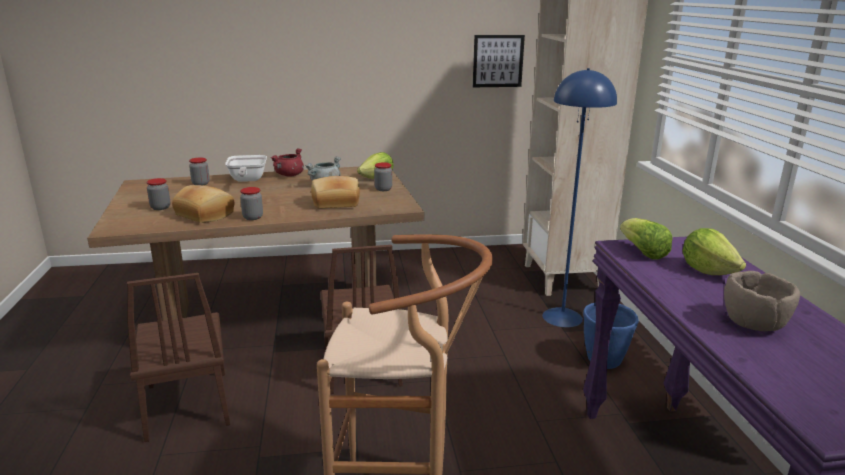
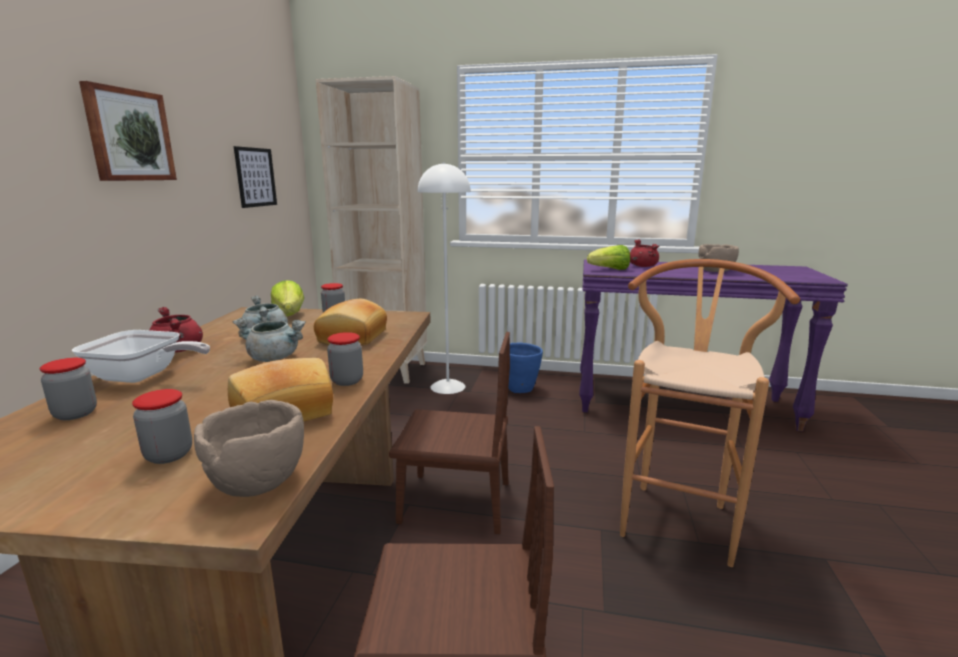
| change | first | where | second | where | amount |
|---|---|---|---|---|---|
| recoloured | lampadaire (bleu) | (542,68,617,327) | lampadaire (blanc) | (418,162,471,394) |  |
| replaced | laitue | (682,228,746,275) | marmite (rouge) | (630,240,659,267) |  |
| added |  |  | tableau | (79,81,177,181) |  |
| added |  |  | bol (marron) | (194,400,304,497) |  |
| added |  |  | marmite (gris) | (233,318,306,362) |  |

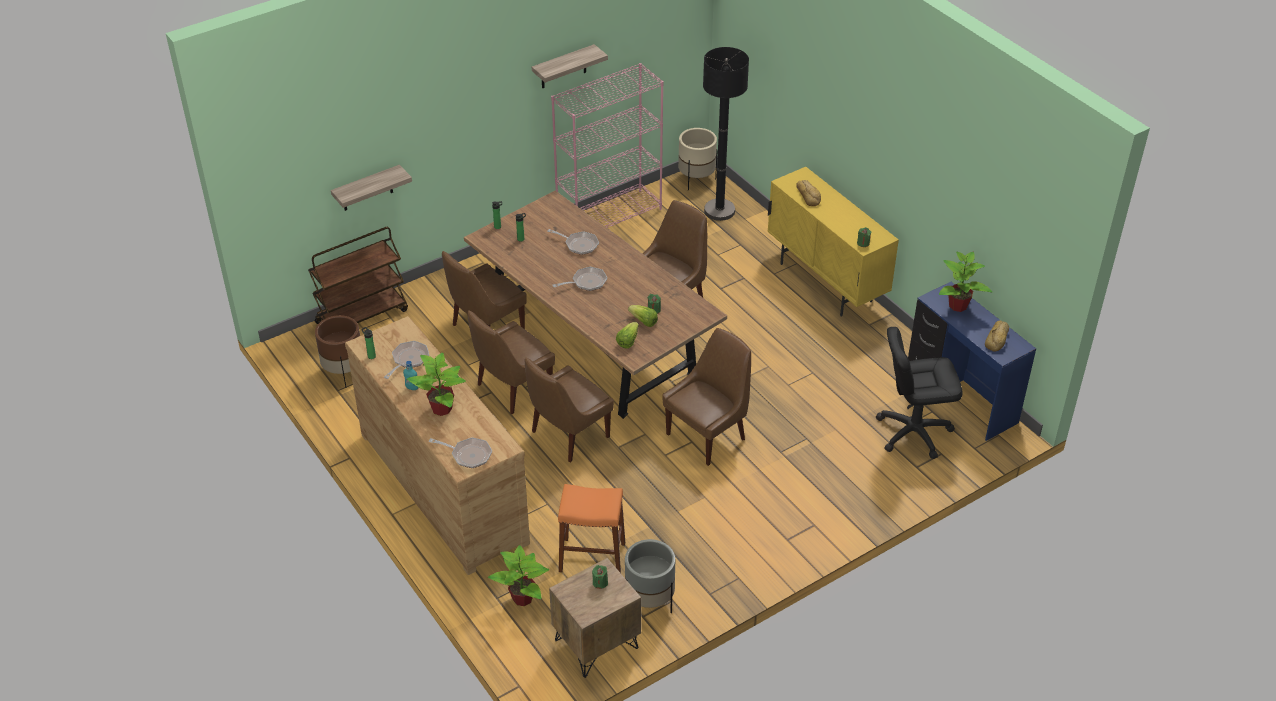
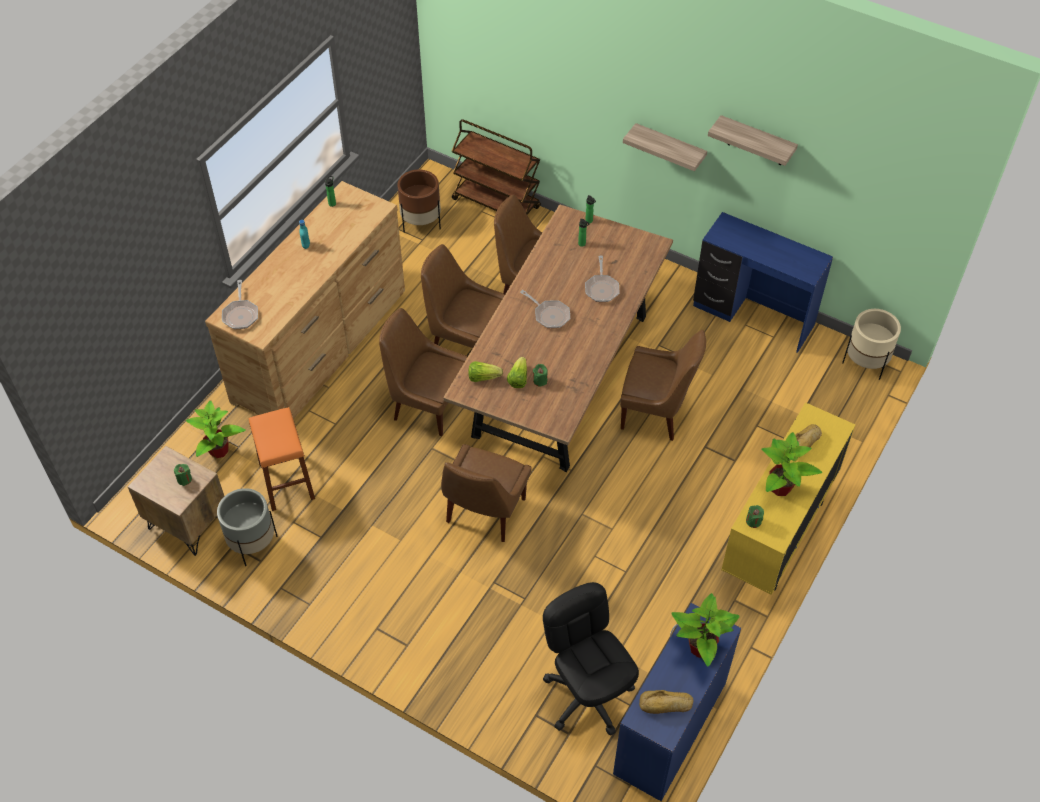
| change | first | where | second | where | amount |
|---|---|---|---|---|---|
| moved | étagère | (331,165,412,211) |  | (623,123,707,171) |  |
| removed | poêle | (384,341,429,379) |  |  |  |
| moved | plante en pot | (407,353,466,416) |  | (761,432,822,496) |  |
| replaced | bibliothèque (rose) | (551,63,664,228) | bureau (bleu) | (693,212,833,353) |  |
| turned | chaise (marron) | (662,328,751,466) |  | (441,444,531,542) | 90 degrees clockwise |
| removed | lampadaire (noir) | (703,47,749,221) |  |  |  |

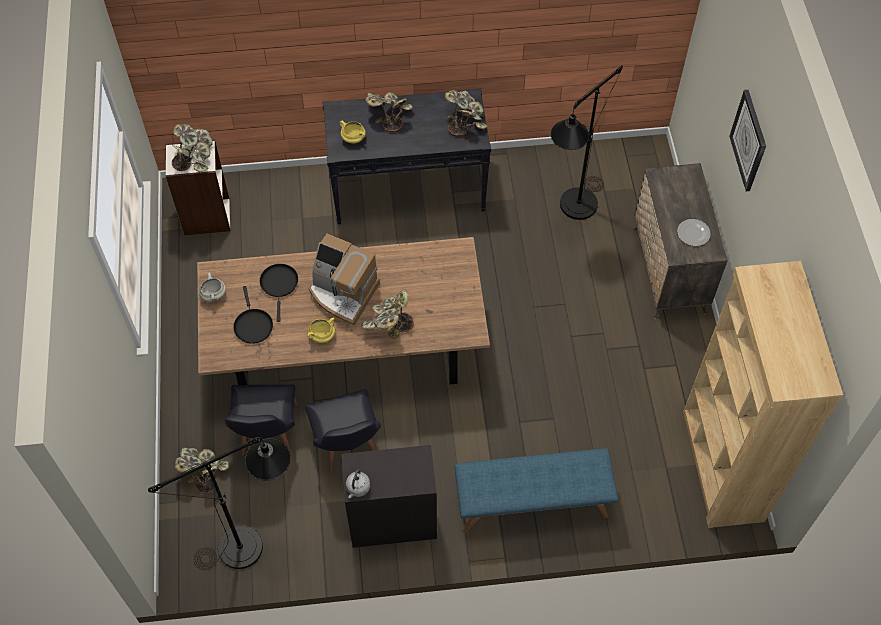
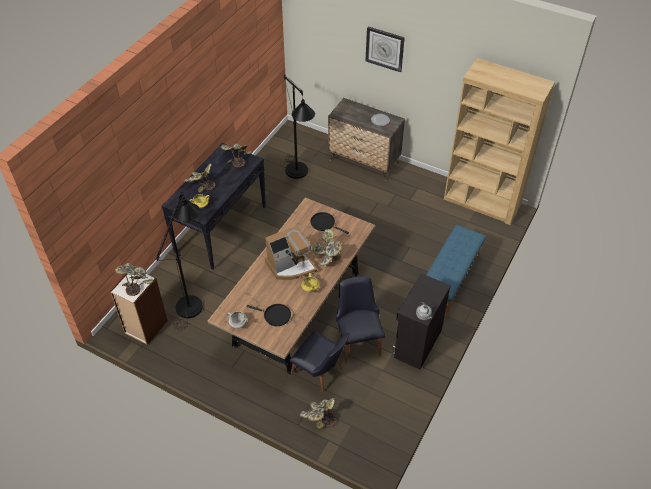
| change | first | where | second | where | amount |
|---|---|---|---|---|---|
| moved | lampadaire (noir) | (148,437,291,570) |  | (156,191,203,330) |  |
| moved | poêle (noir) | (260,264,298,322) |  | (310,212,349,234) |  |
| turned | chaise (noir) | (305,389,381,472) |  | (336,276,385,363) | 120 degrees counterclockwise |

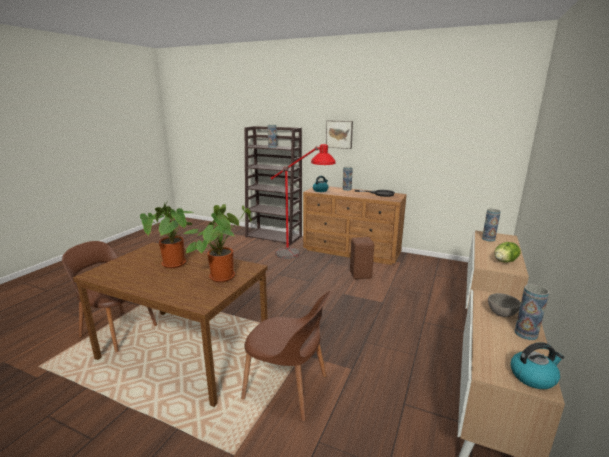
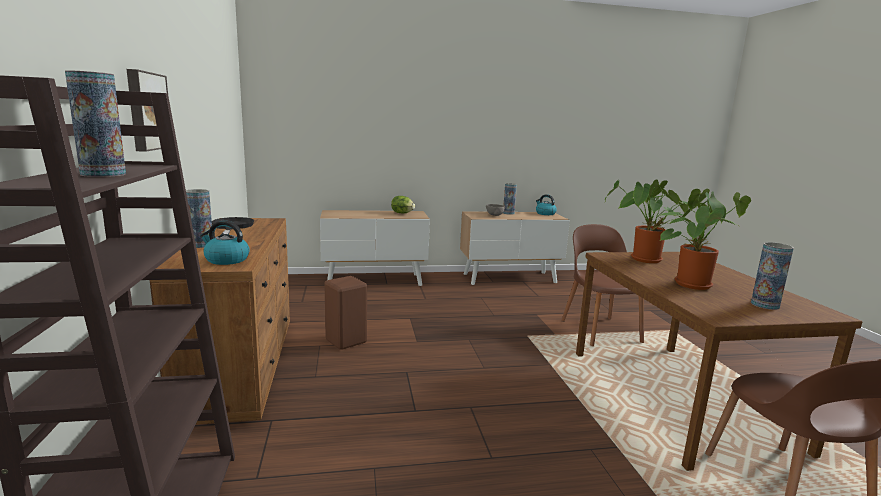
| change | first | where | second | where | amount |
|---|---|---|---|---|---|
| removed | lampadaire (rouge) | (271,144,336,259) |  |  |  |
| moved | vase | (482,209,501,242) |  | (751,242,794,310) |  |

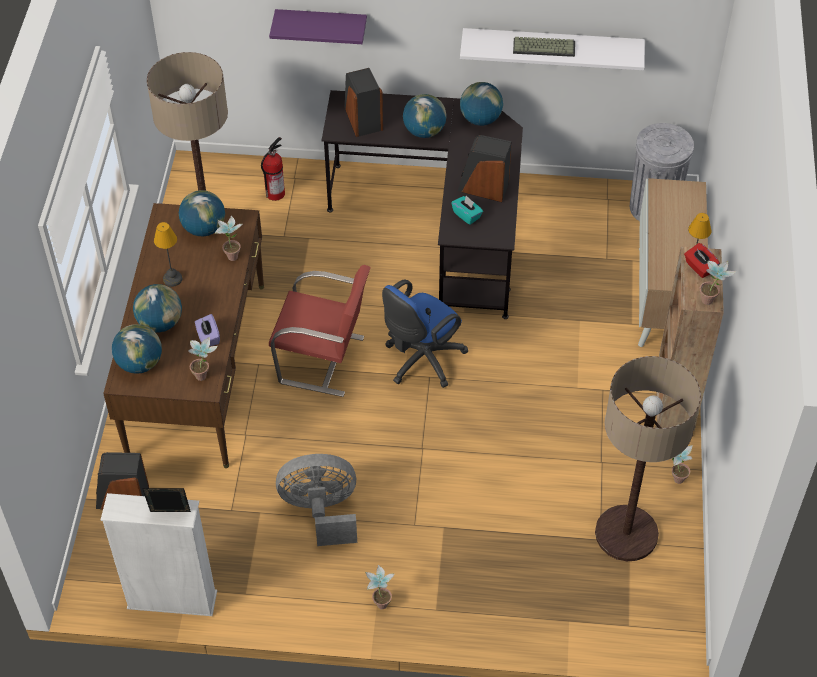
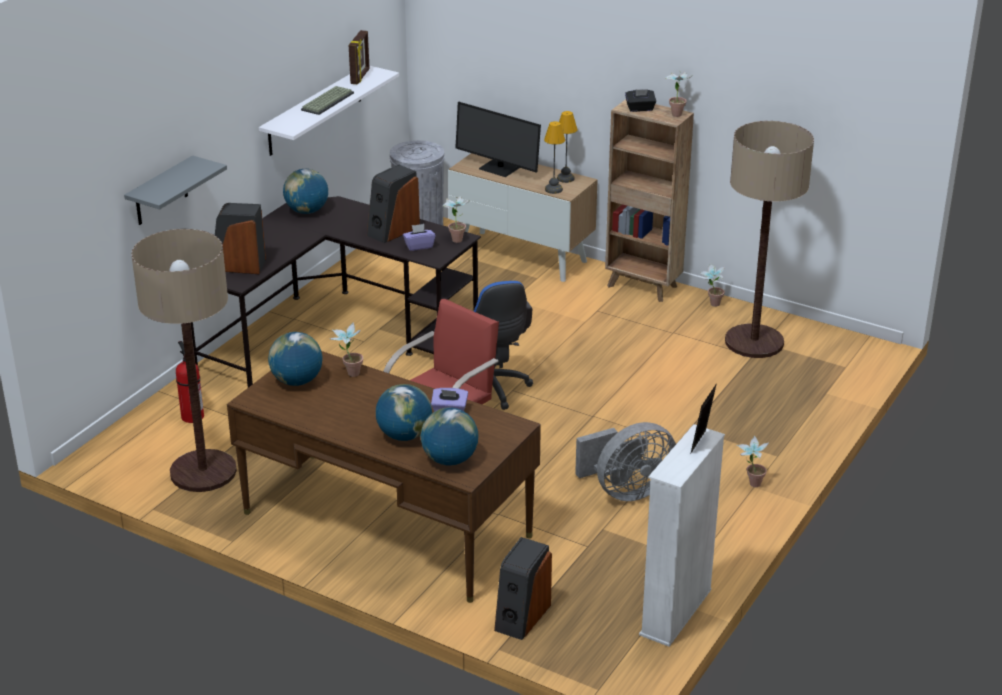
| change | first | where | second | where | amount |
|---|---|---|---|---|---|
| moved | lampe de table | (154,222,183,287) |  | (544,121,565,194) |  |
| moved | plante en pot | (188,337,218,381) |  | (442,196,470,243) |  |
| recoloured | étagère (violet) | (269,9,367,44) | étagère (gris) | (124,155,227,225) |  |
| turned | ventilateur (gris) | (276,454,357,546) |  | (575,422,676,501) | 135 degrees counterclockwise |
| removed | globe | (403,94,446,138) |  |  |  |
| recoloured | boîte à mouchoirs (turquoise) | (451,196,483,225) | boîte à mouchoirs (violet) | (403,224,436,251) |  |
| recoloured | boîte à mouchoirs (rouge) | (684,243,720,278) | boîte à mouchoirs (noir) | (625,89,656,112) |  |
| added |  |  | cadre photo | (349,30,370,85) |  |
| added |  |  | écran d'ordinateur | (455,102,541,177) |  |

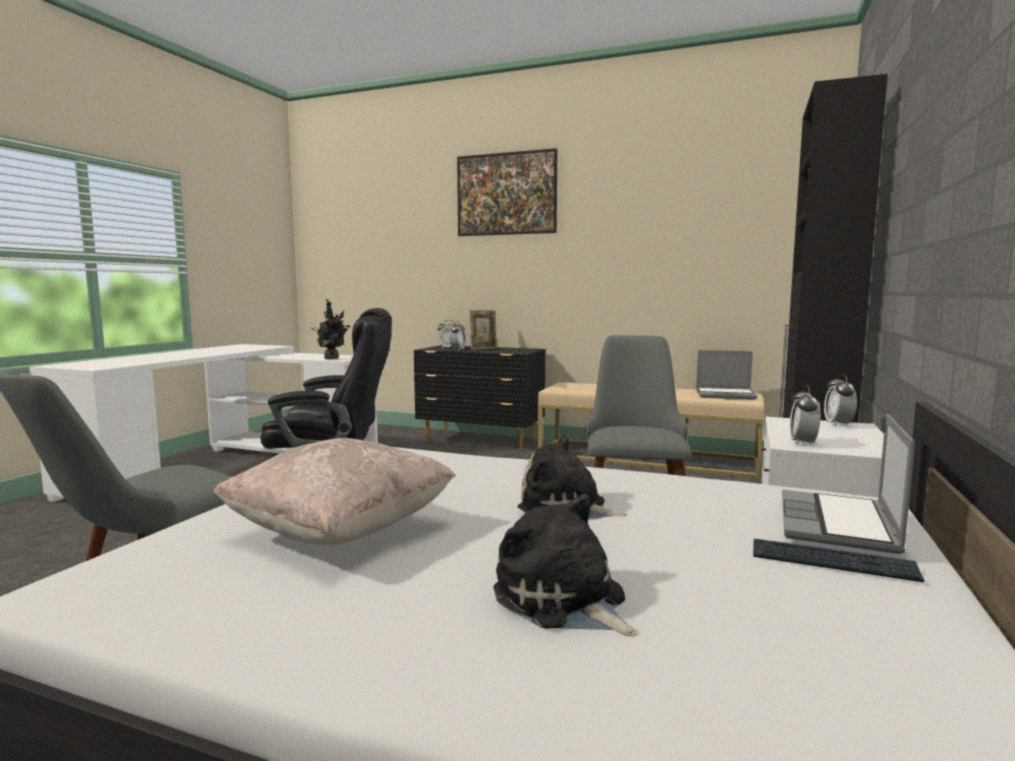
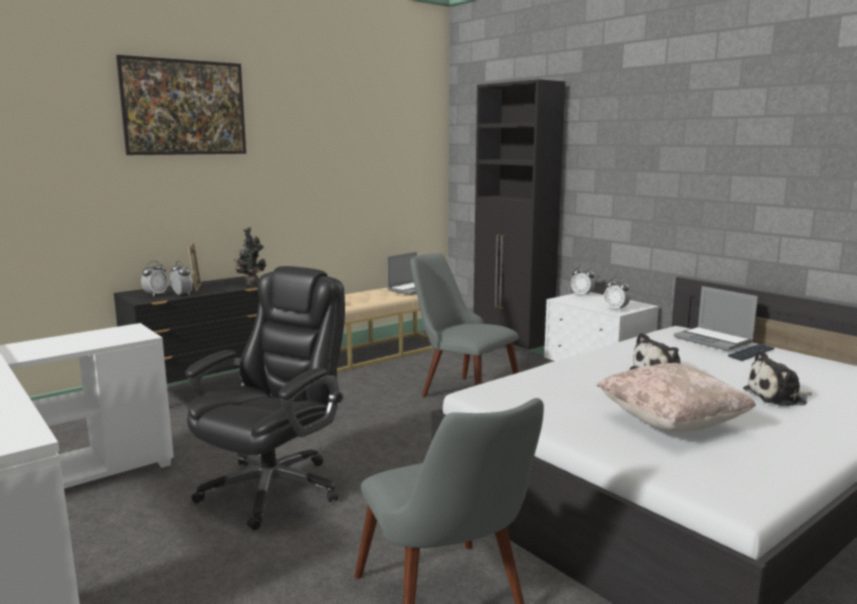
| change | first | where | second | where | amount |
|---|---|---|---|---|---|
| moved | plante en pot | (311,299,350,359) |  | (234,227,266,286) |  |

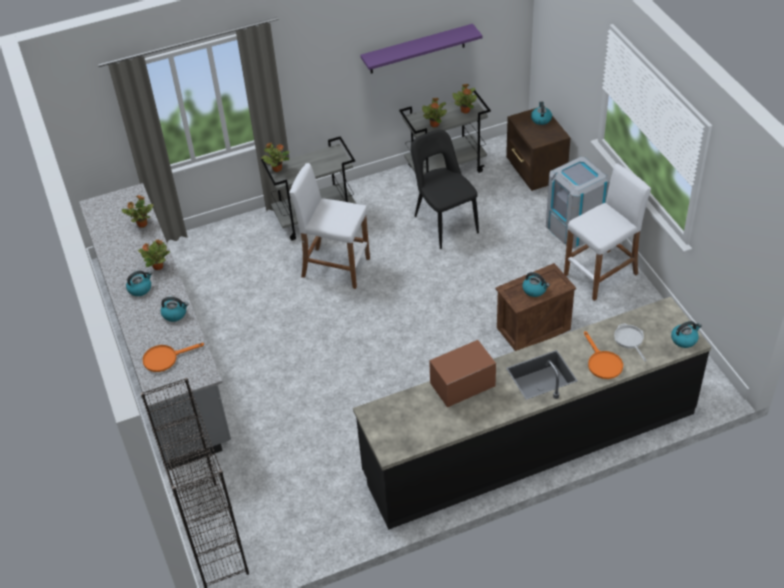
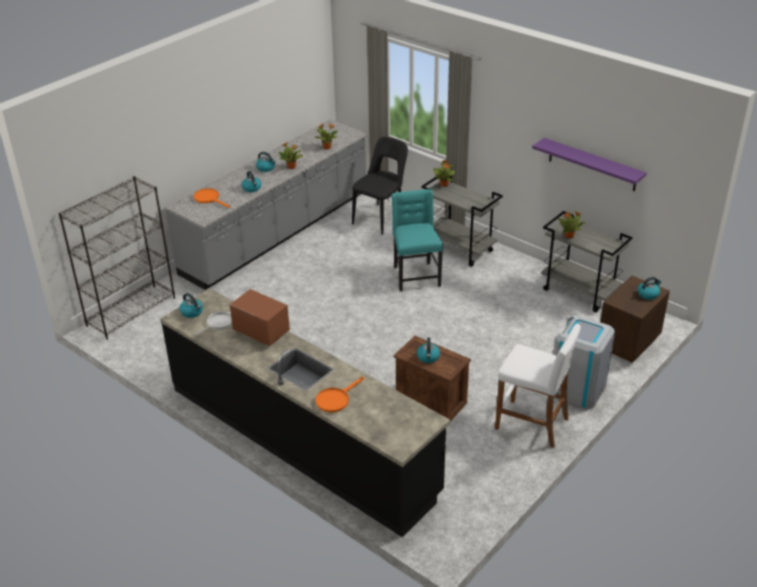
| change | first | where | second | where | amount |
|---|---|---|---|---|---|
| replaced | tabouret (blanc) | (289,163,370,289) | chaise (turquoise) | (392,189,443,291) |  |
| moved | chaise (noir) | (411,130,479,249) |  | (352,137,408,235) |  |
| removed | plante en pot | (452,84,477,114) |  |  |  |
| moved | poêle | (614,323,646,362) |  | (195,311,232,335) |  |
| moved | bouilloire | (671,321,702,348) |  | (179,293,203,318) |  |

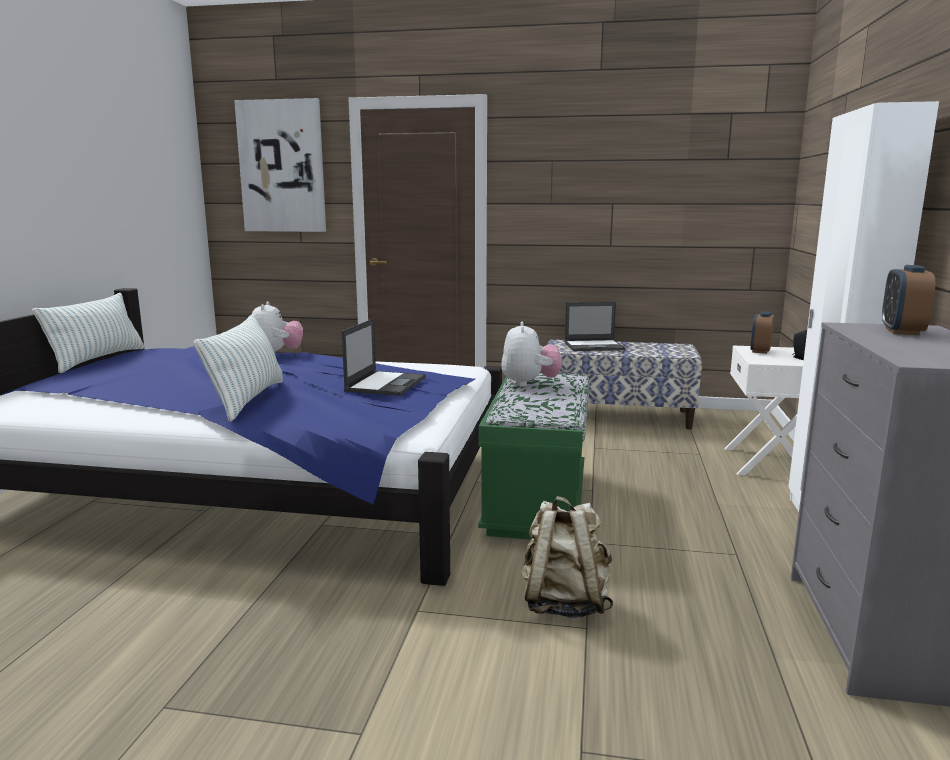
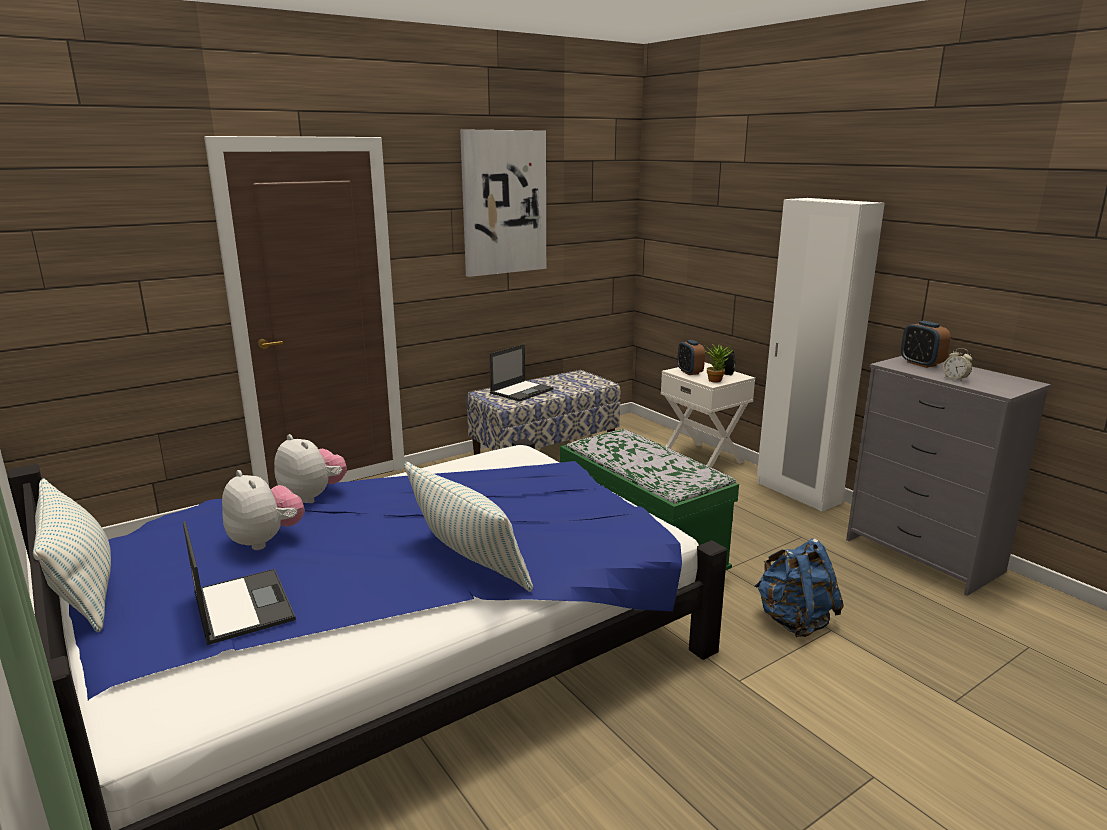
| change | first | where | second | where | amount |
|---|---|---|---|---|---|
| moved | tableau | (234,98,326,232) |  | (460,129,546,277) |  |
| moved | ordinateur portable | (342,318,426,396) |  | (183,521,296,645) |  |
| moved | peluche | (501,322,562,387) |  | (222,470,305,550) |  |
| recoloured | sac à dos (beige) | (521,496,613,618) | sac à dos (bleu) | (755,538,844,637) |  |
| added |  |  | plante en pot | (705,344,733,383) |  |
| added |  |  | réveil | (943,348,972,382) |  |

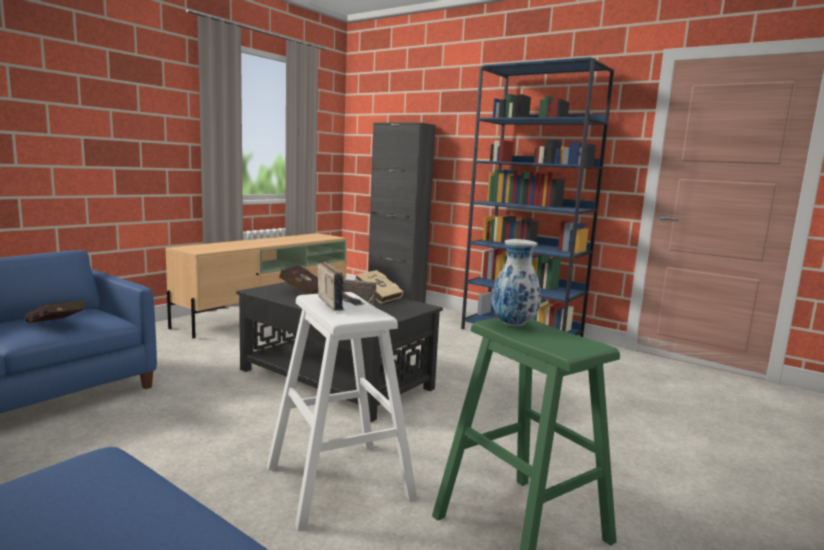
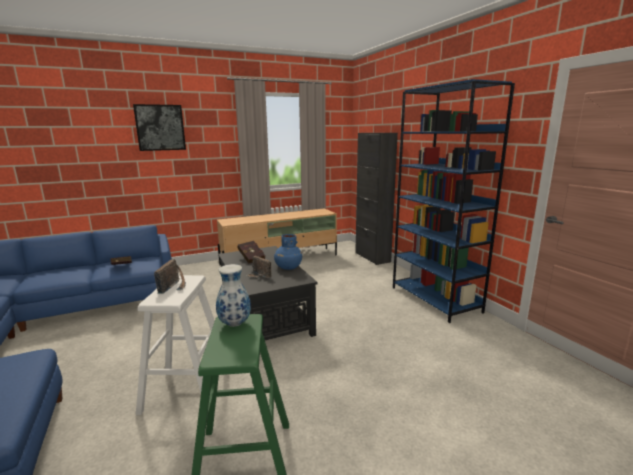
| change | first | where | second | where | amount |
|---|---|---|---|---|---|
| replaced | livre (beige) | (355,270,403,303) | vase (bleu) | (274,234,302,270) |  |
| added |  |  | tableau | (133,104,186,151) |  |

